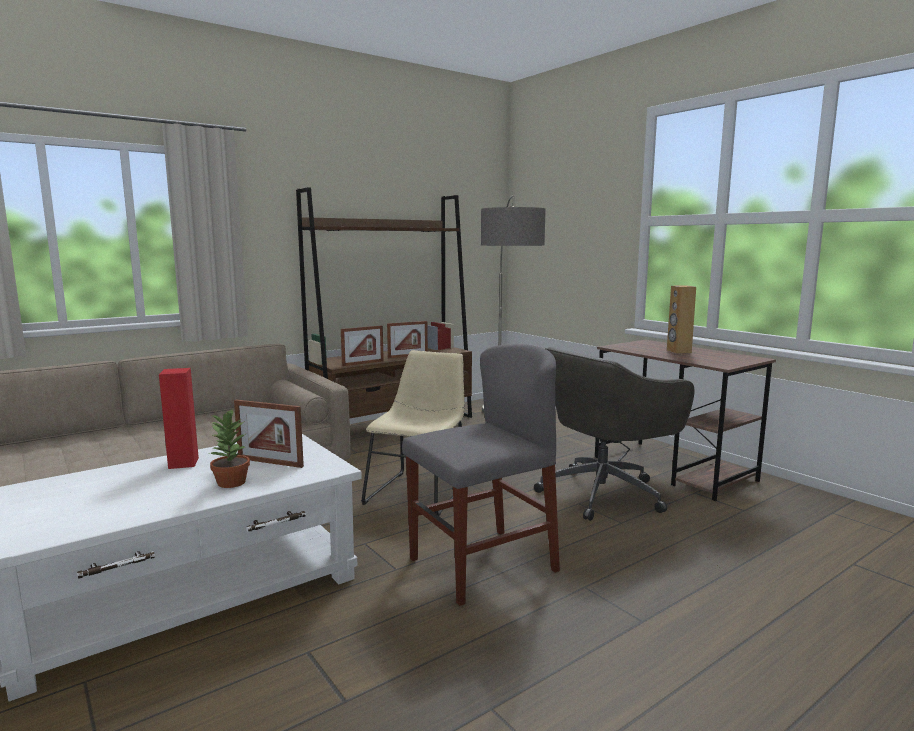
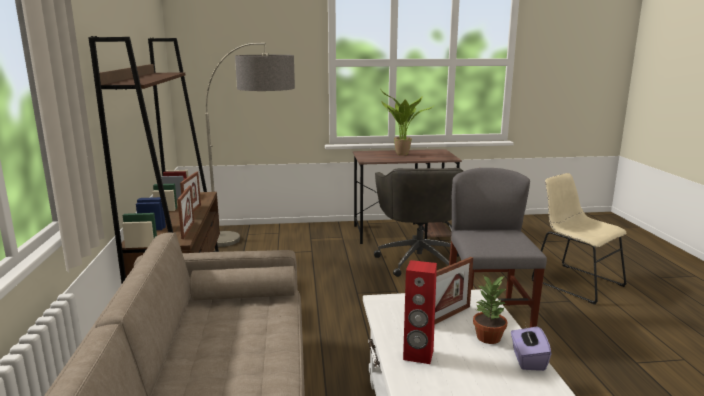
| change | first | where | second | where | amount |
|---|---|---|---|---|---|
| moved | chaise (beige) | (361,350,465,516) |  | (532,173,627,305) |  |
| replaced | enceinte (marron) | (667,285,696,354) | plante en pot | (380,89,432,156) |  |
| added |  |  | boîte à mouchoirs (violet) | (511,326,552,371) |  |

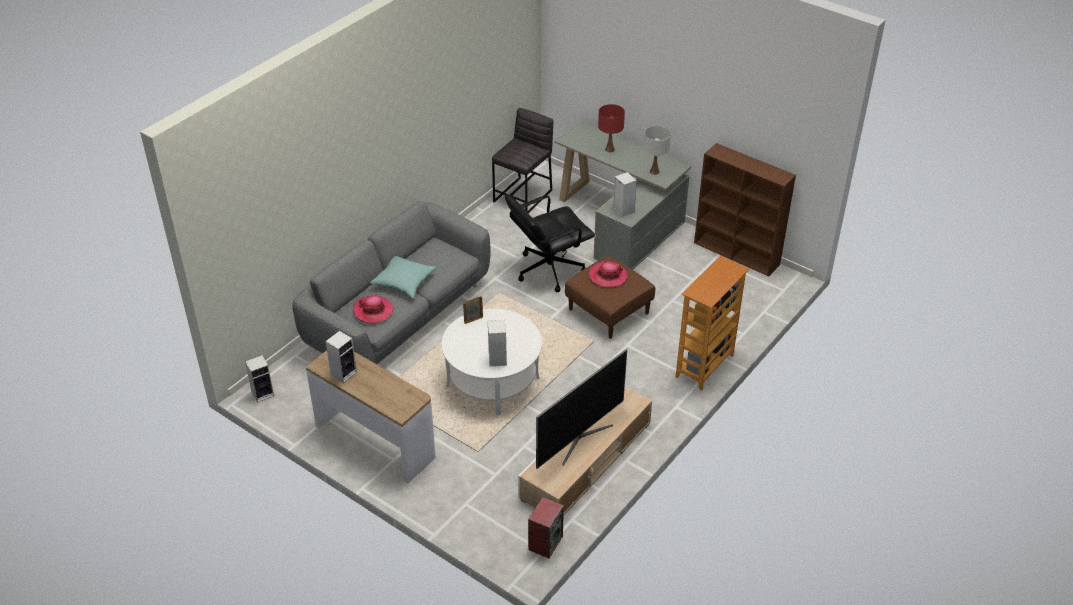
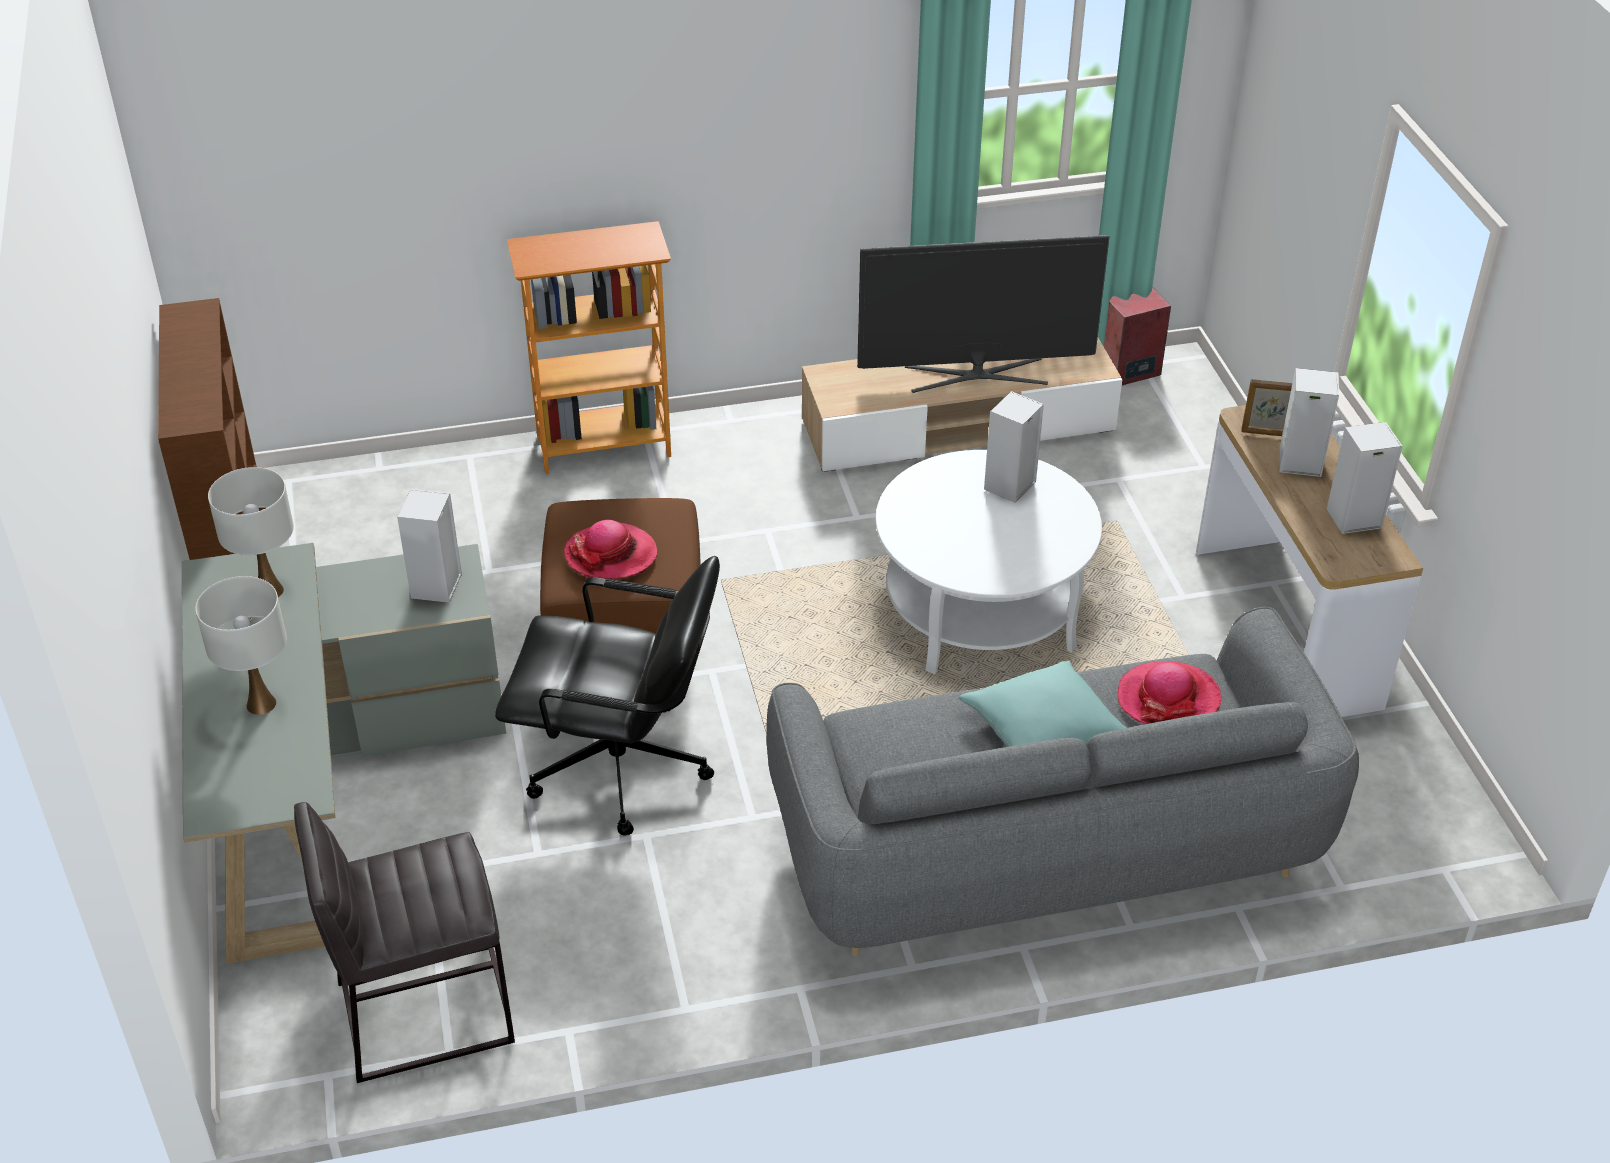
| change | first | where | second | where | amount |
|---|---|---|---|---|---|
| moved | enceinte | (245,355,274,403) |  | (1279,368,1339,477) |  |
| moved | cadre photo | (463,296,483,324) |  | (1241,379,1292,436) |  |
| recoloured | lampe de table (rouge) | (598,104,625,153) | lampe de table (blanc) | (195,576,287,715) |  |

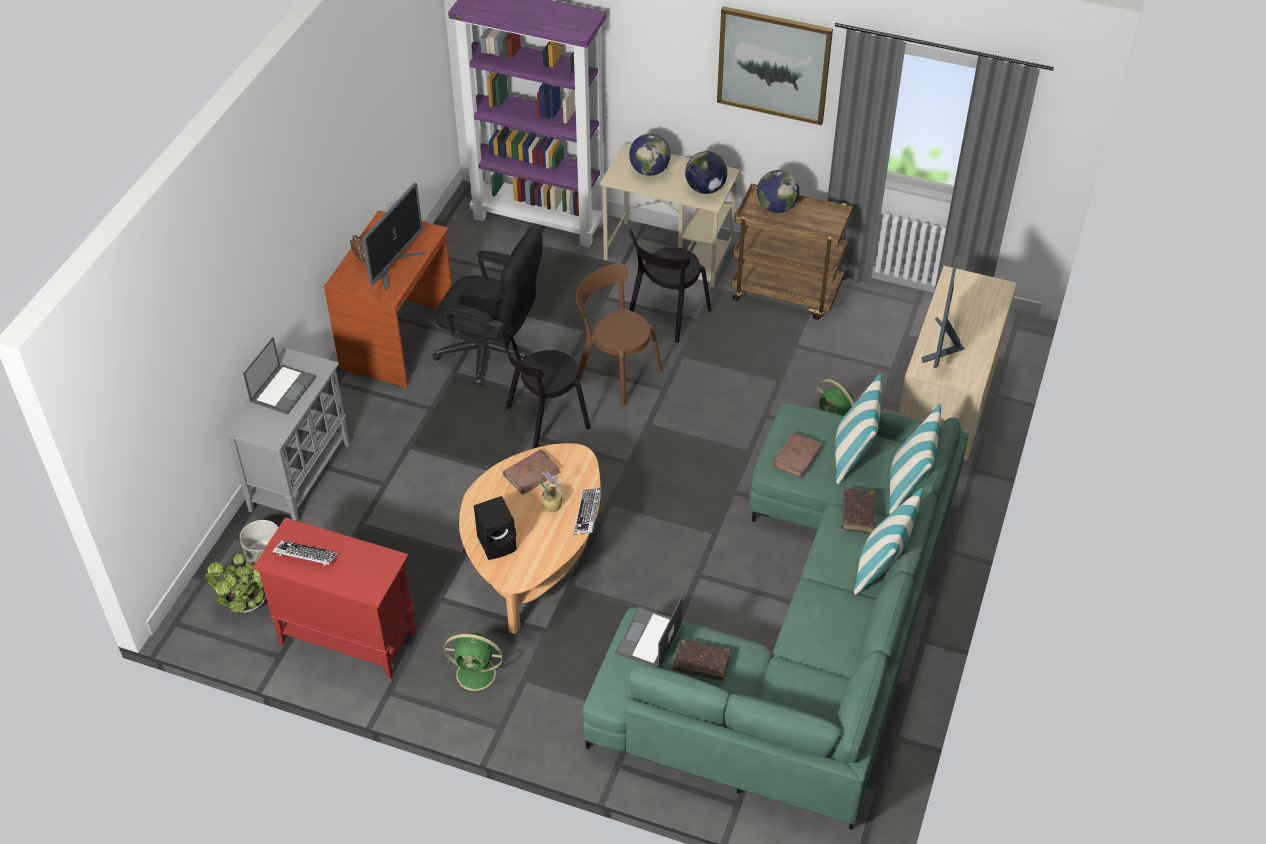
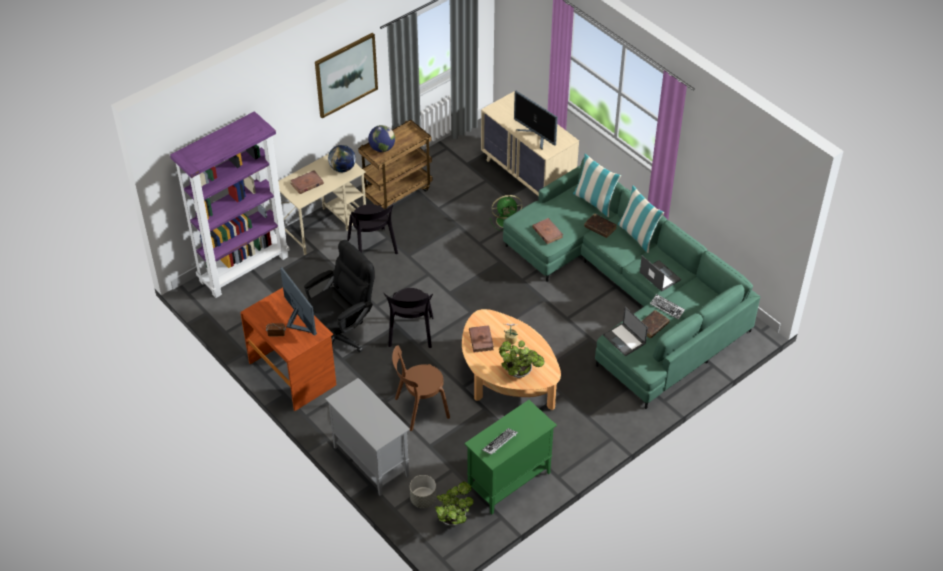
| change | first | where | second | where | amount |
|---|---|---|---|---|---|
| moved | ordinateur portable | (243,337,316,415) |  | (640,256,681,292) |  |
| recoloured | meuble de rangement (rouge) | (252,517,416,679) | meuble de rangement (vert) | (464,400,557,515) |  |
| removed | ventilateur (vert) | (444,633,506,698) |  |  |  |
| replaced | enceinte (noir) | (474,496,517,560) | plante en pot | (499,340,544,378) |  |
| moved | clavier | (574,487,601,535) |  | (650,294,685,320) |  |
| moved | chaise (marron) | (576,263,663,406) |  | (392,345,450,431) |  |
| replaced | globe | (629,134,671,176) | livre (marron) | (290,170,324,194) |  |
| removed | coussin | (835,373,882,484) |  |  |  |

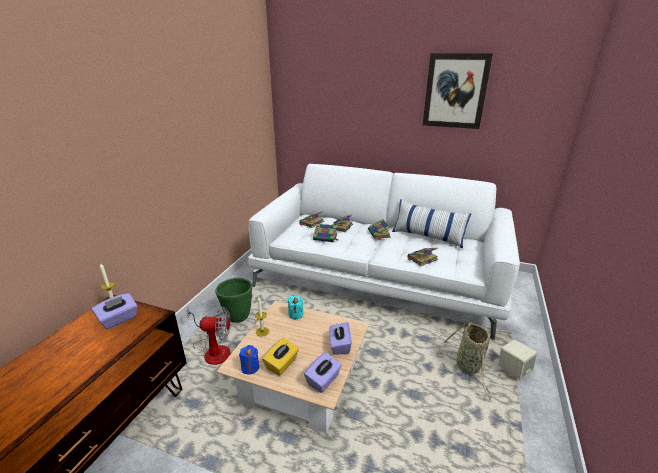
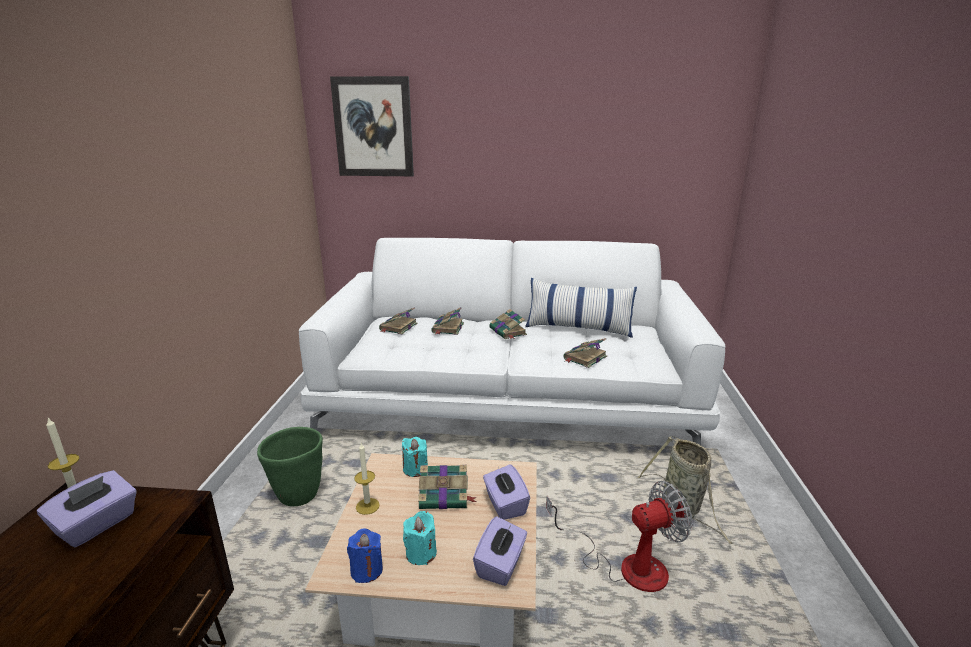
| change | first | where | second | where | amount |
|---|---|---|---|---|---|
| moved | ventilateur | (186,307,230,365) |  | (546,481,693,592) |  |
| replaced | boîte à mouchoirs (jaune) | (262,338,299,376) | bougie (turquoise) | (403,511,437,565) |  |
| moved | livre | (313,223,339,242) |  | (418,465,477,509) |  |
| moved | tableau | (423,53,493,129) |  | (330,76,414,176) |  |
| removed | enceinte (beige) | (498,340,537,380) |  |  |  |

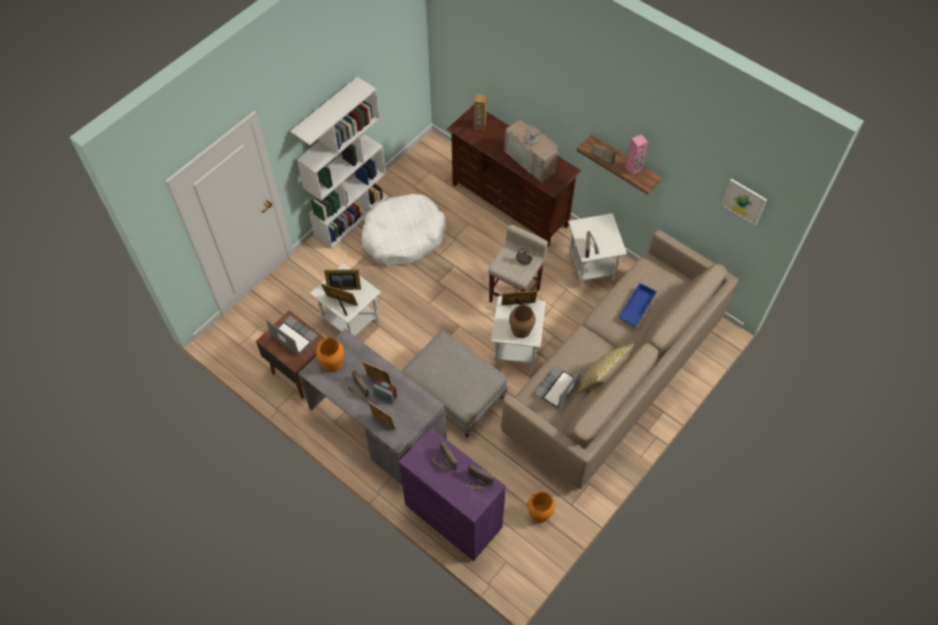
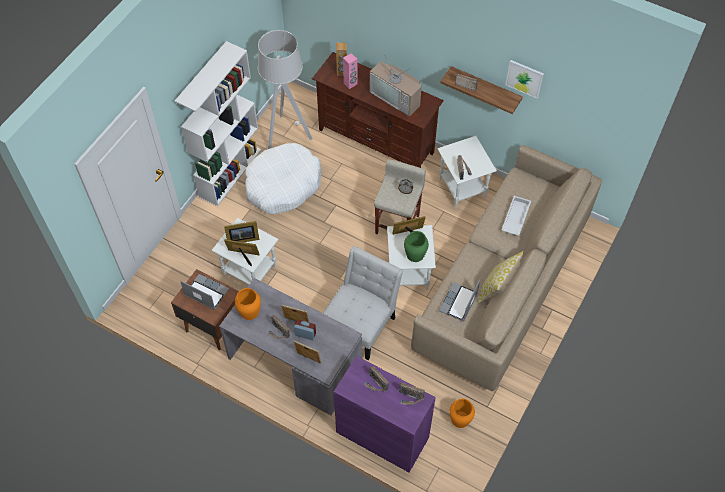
| change | first | where | second | where | amount |
|---|---|---|---|---|---|
| replaced | pouf (gris) | (401,331,508,437) | chaise (blanc) | (323,246,403,360) |  |
| recoloured | vase (marron) | (509,305,536,338) | vase (vert) | (404,231,429,262) |  |
| recoloured | plateau (bleu) | (618,283,657,327) | plateau (blanc) | (502,196,531,236) |  |
| moved | enceinte (rose) | (625,134,648,175) |  | (343,53,358,89) |  |
| moved | tableau | (721,178,767,226) |  | (505,60,544,99) |  |
| added |  |  | lampadaire (gris) | (258,30,312,149) |  |

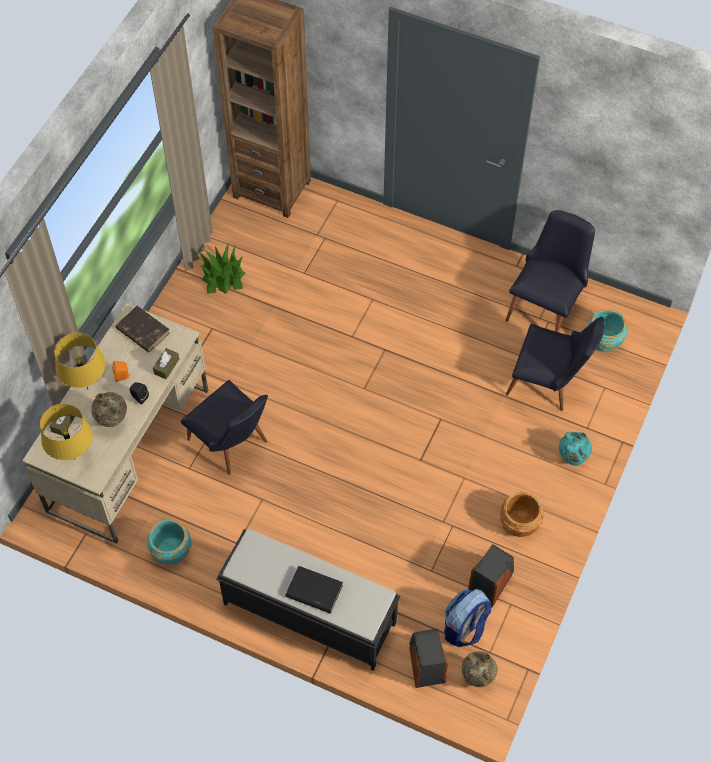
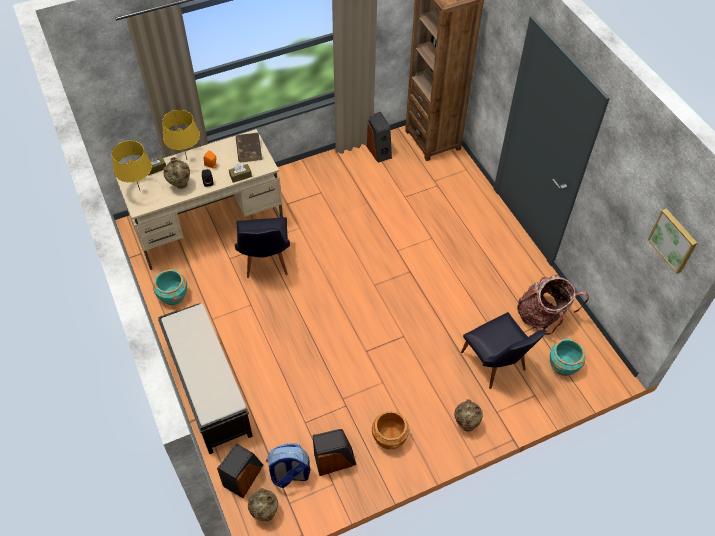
| change | first | where | second | where | amount |
|---|---|---|---|---|---|
| removed | plante en pot | (199,242,245,294) |  |  |  |
| removed | livre (noir) | (285,566,343,614) |  |  |  |
| replaced | chaise (noir) | (505,210,595,332) | sac à dos | (517,276,589,335) |  |
| recoloured | vase (turquoise) | (559,432,592,466) | vase (beige) | (454,399,483,432) |  |
| added |  |  | enceinte | (366,112,392,163) |  |
| added |  |  | tableau | (648,208,697,274) |  |

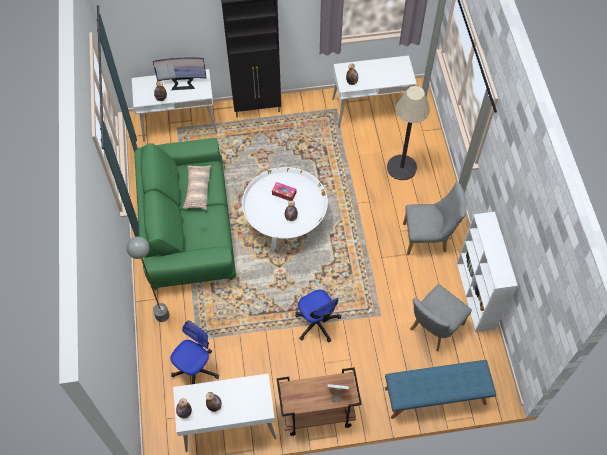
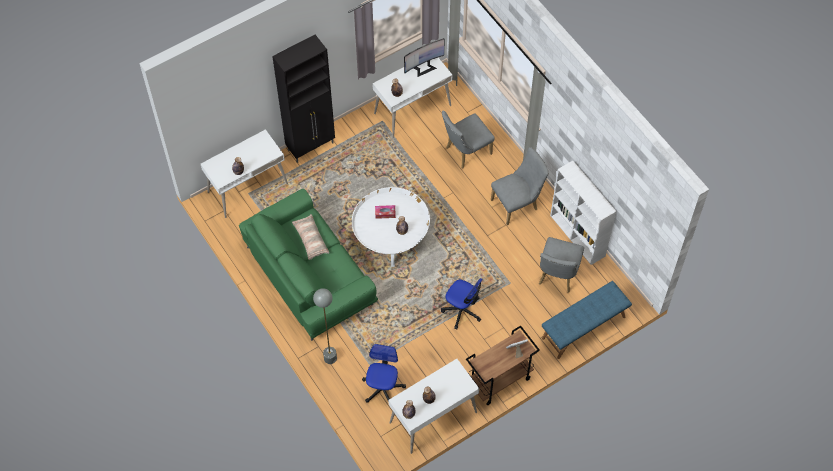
| change | first | where | second | where | amount |
|---|---|---|---|---|---|
| moved | écran d'ordinateur | (153,57,207,90) |  | (404,38,445,77) |  |
| replaced | lampadaire | (387,86,430,180) | chaise (gris) | (442,110,495,168) |  |

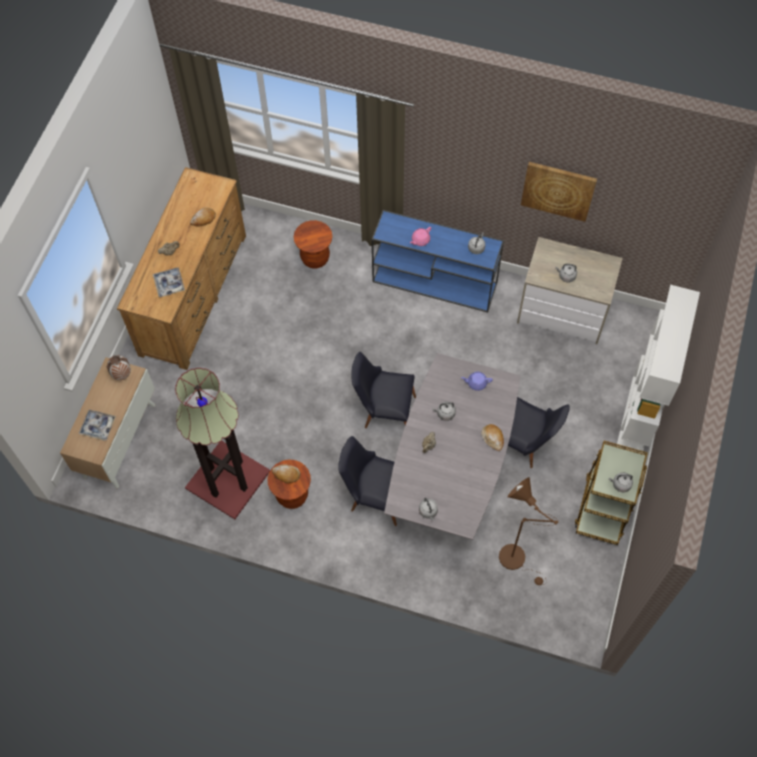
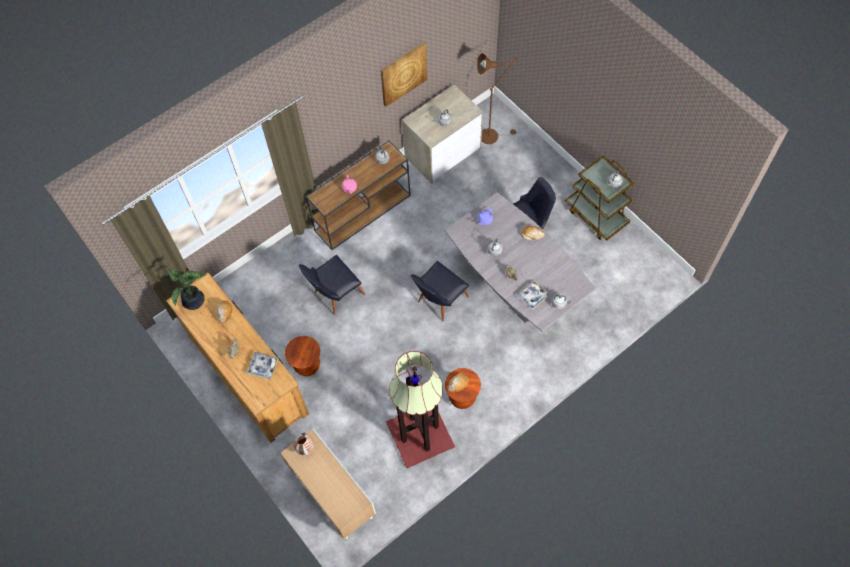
| change | first | where | second | where | amount |
|---|---|---|---|---|---|
| moved | plateau | (79,409,116,441) |  | (517,280,550,310) |  |
| moved | tabouret (marron) | (294,220,332,268) |  | (285,336,320,376) |  |
| moved | chaise (noir) | (338,436,397,526) |  | (299,255,365,315) |  |
| recoloured | table console (bleu) | (372,210,504,313) | table console (marron) | (306,141,411,250) |  |
| moved | lampadaire (marron) | (499,477,558,585) |  | (477,53,517,144) |  |
| removed | bibliothèque (blanc) | (617,285,700,453) |  |  |  |
| added |  |  | plante en pot | (167,269,206,310) |  |

